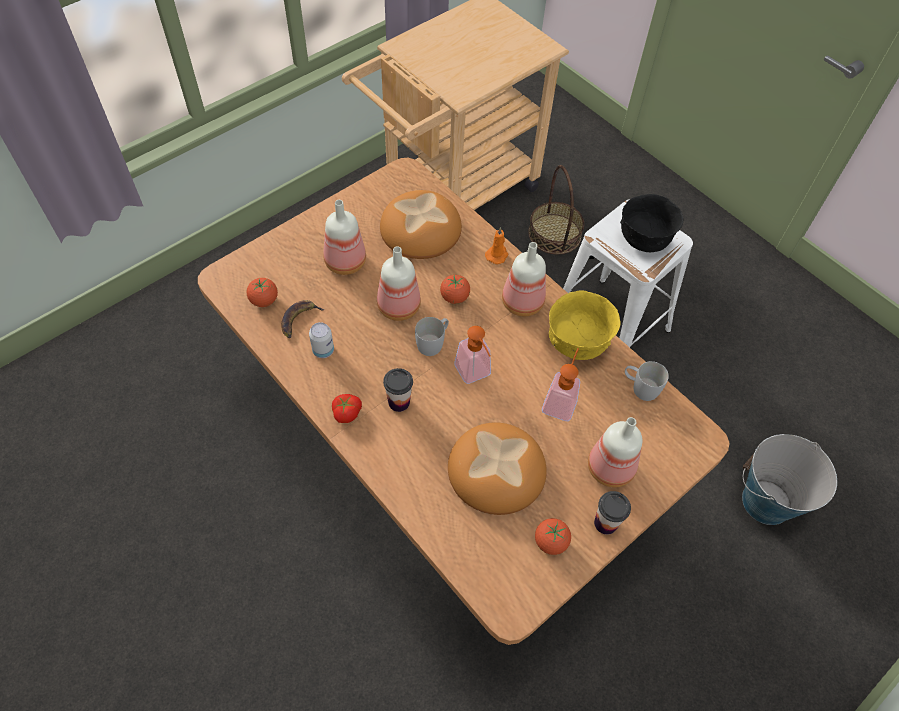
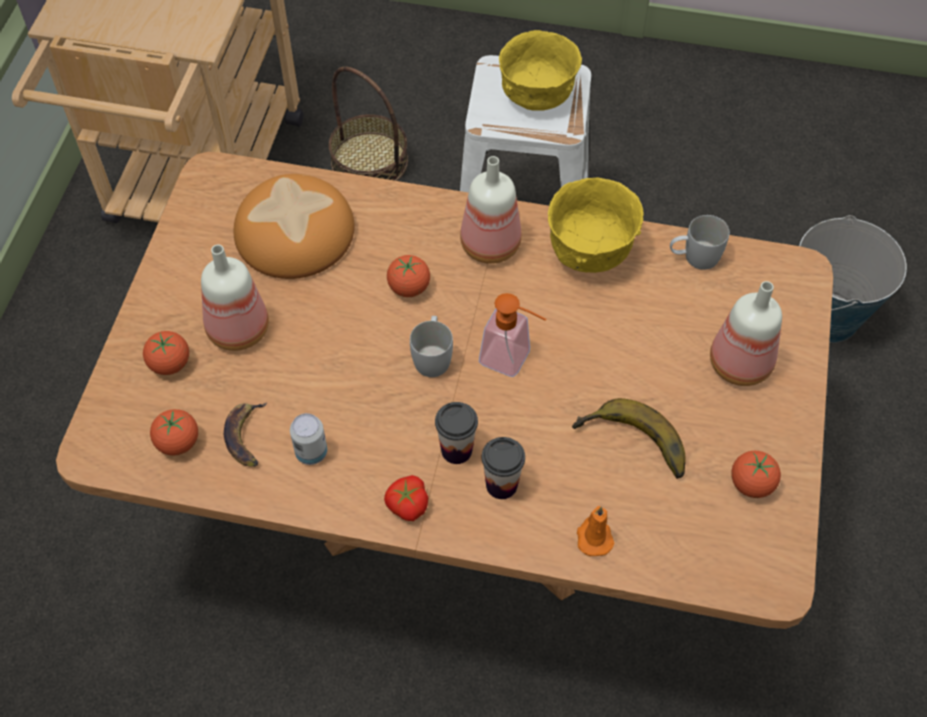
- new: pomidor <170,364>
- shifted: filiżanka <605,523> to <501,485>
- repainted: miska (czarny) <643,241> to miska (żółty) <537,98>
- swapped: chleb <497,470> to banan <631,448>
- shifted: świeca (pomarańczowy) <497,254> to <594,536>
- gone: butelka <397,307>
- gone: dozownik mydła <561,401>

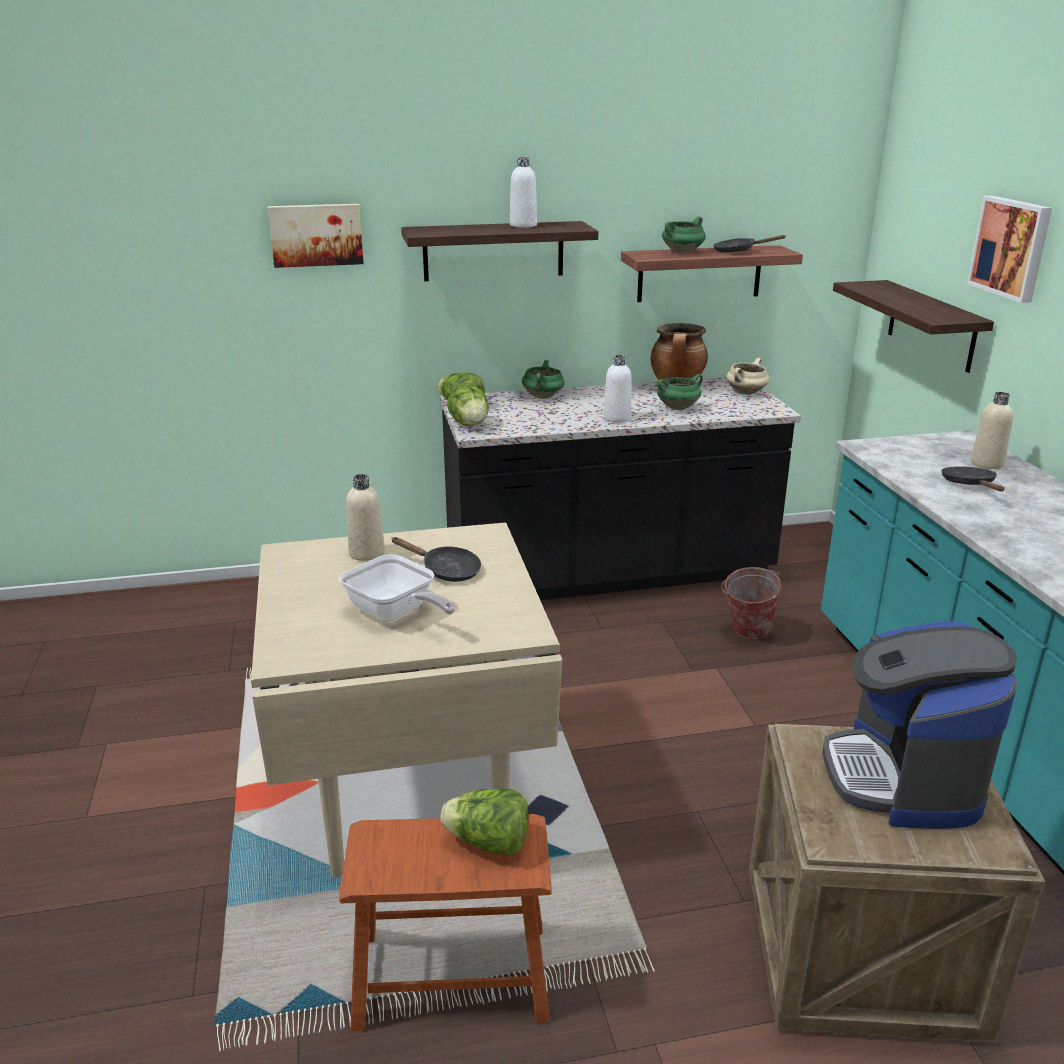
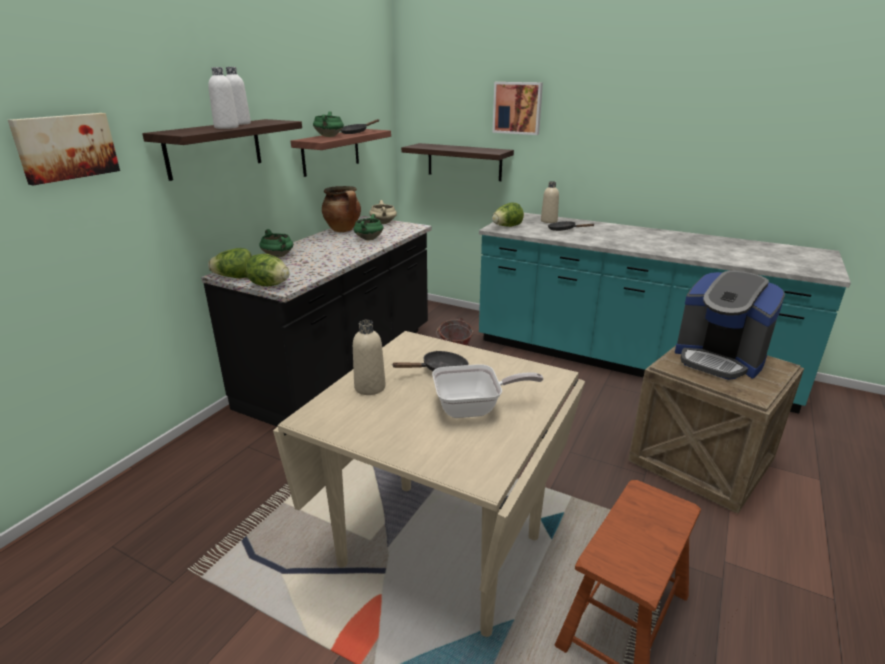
- shifted: butelka (biały) <617,418> to <226,127>
- shifted: sałata <488,843> to <507,227>

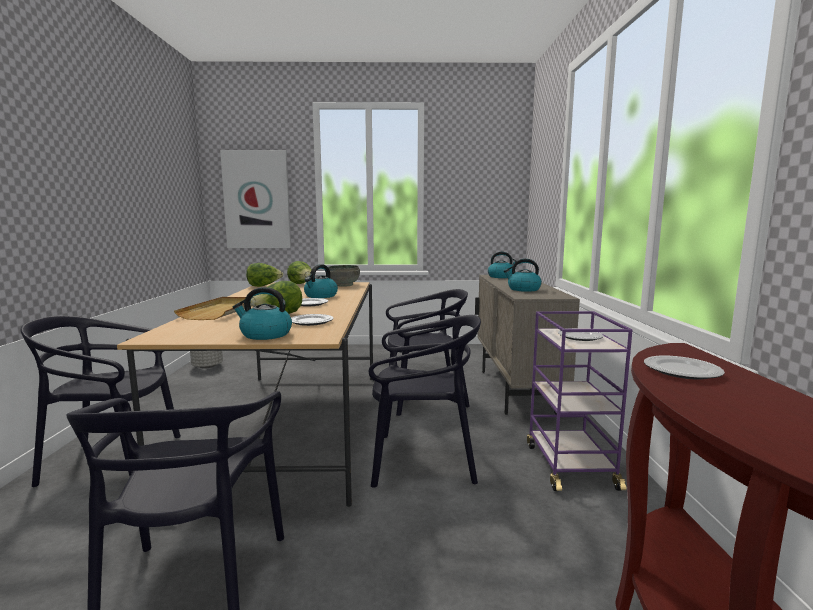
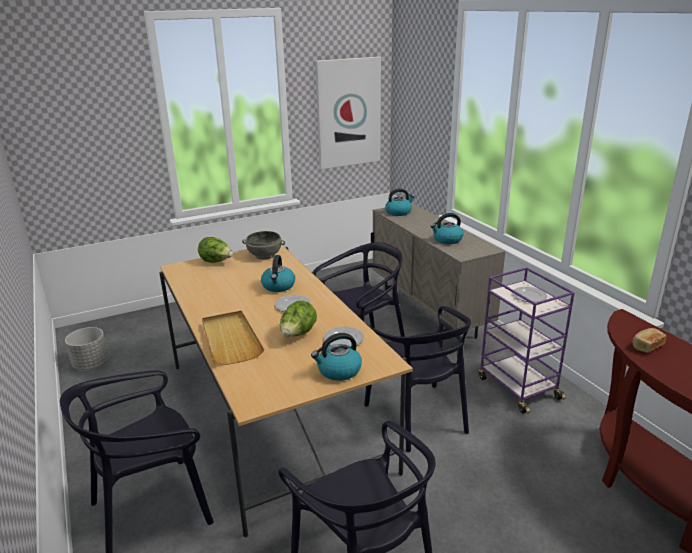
- shifted: obraz <257,200> to <348,113>
- rotated: krzesło (czarny) <422,460> = <417,416> 90 degrees clockwise
- swapped: talerz <682,371> to chleb <646,346>
- gone: sałata <264,286>

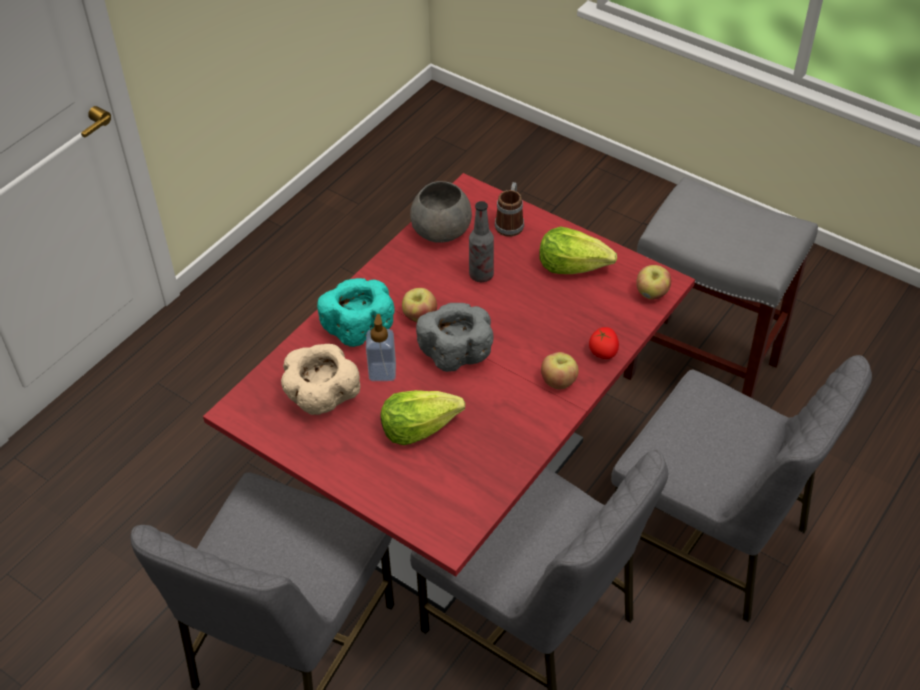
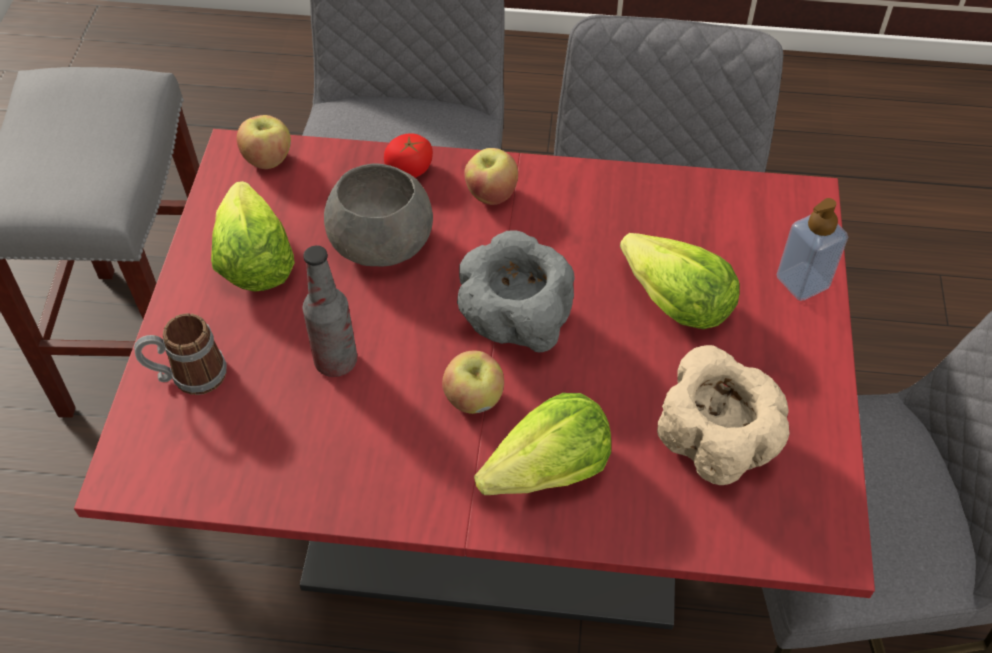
- shifted: miska (szary) <440,230> to <383,242>
- swapped: miska (turkusowy) <358,327> to sałata <548,470>
- shifted: dozownik mydła <382,372> to <802,282>

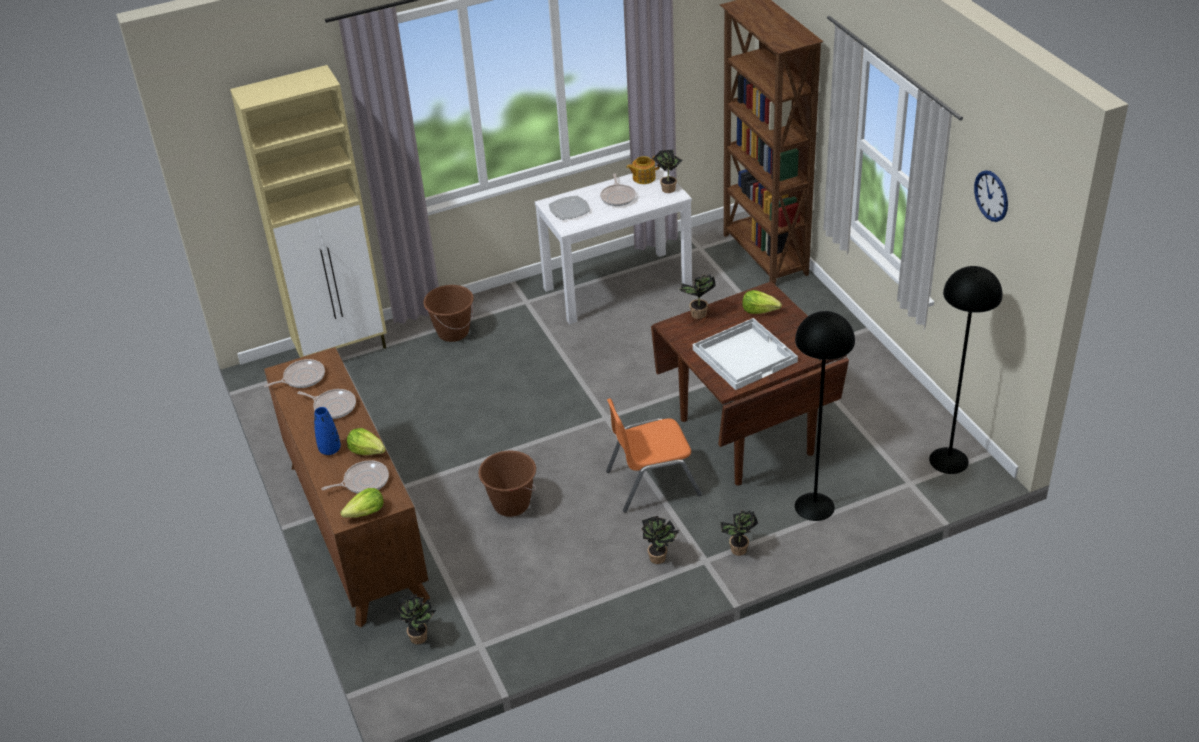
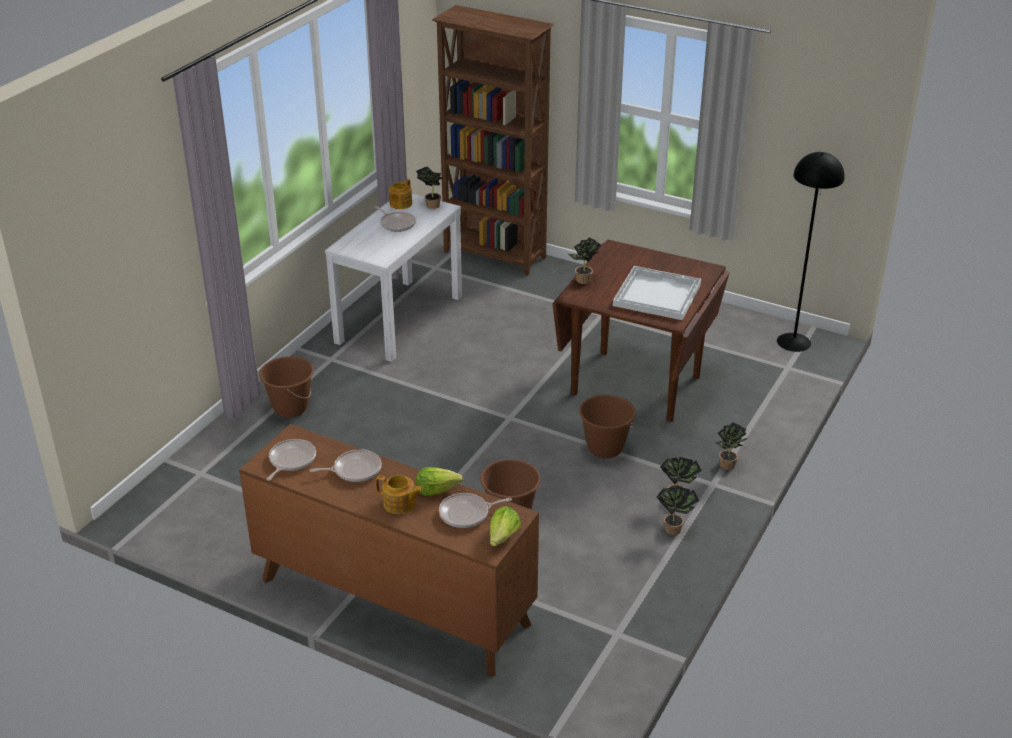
- swapped: wazon (niebieski) <330,450> to imbryk <400,504>
- rotated: patelnia <364,481> = <467,514> 135 degrees counterclockwise
- swapped: krzesło (pomarańczowy) <652,482> to wiadro (brązowy) <605,448>
- shifted: roślina doniczkowa <421,638> to <674,528>
- gone: szafka (beżowy) <343,350>
- gone: talerz <569,209>
- gone: sałata <760,310>
- gone: lampa stojąca (czarny) <814,507>
- gone: zegar ścienny <991,196>

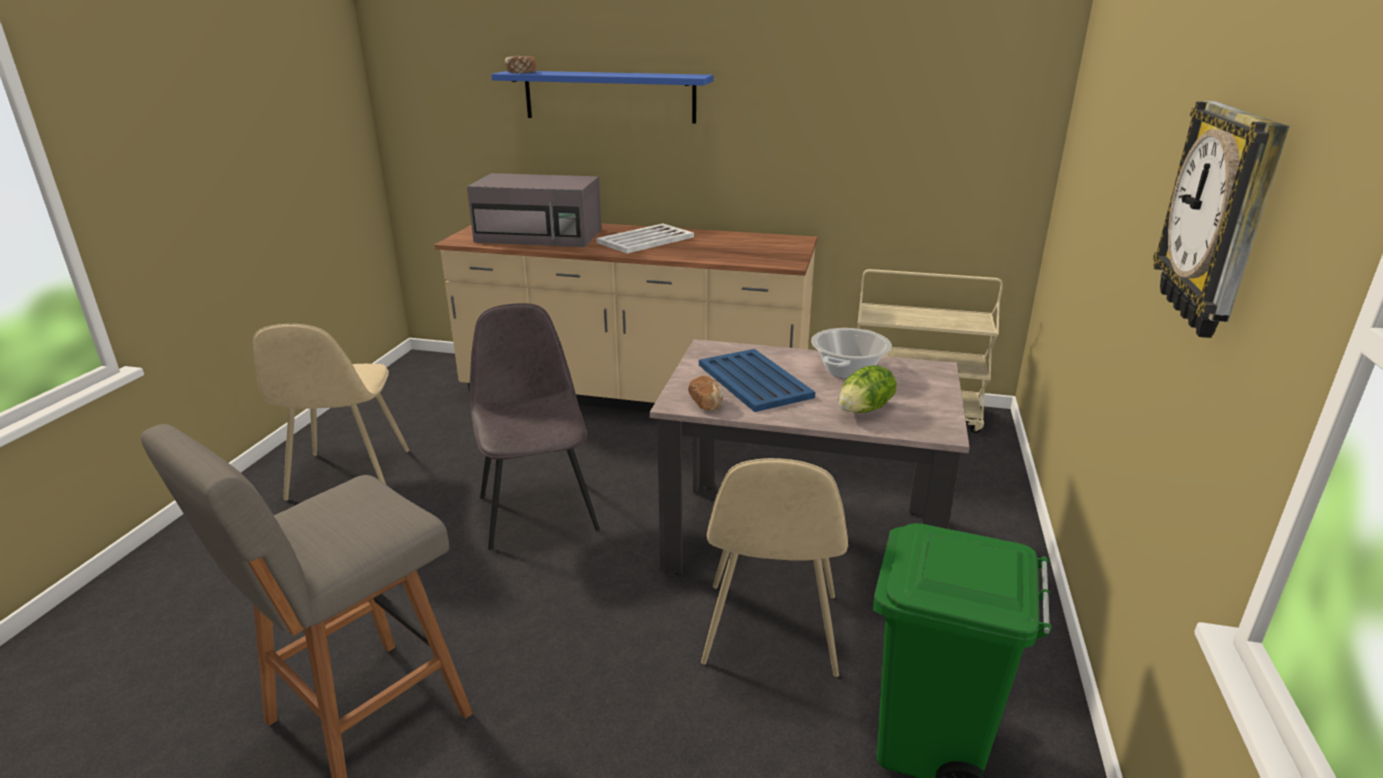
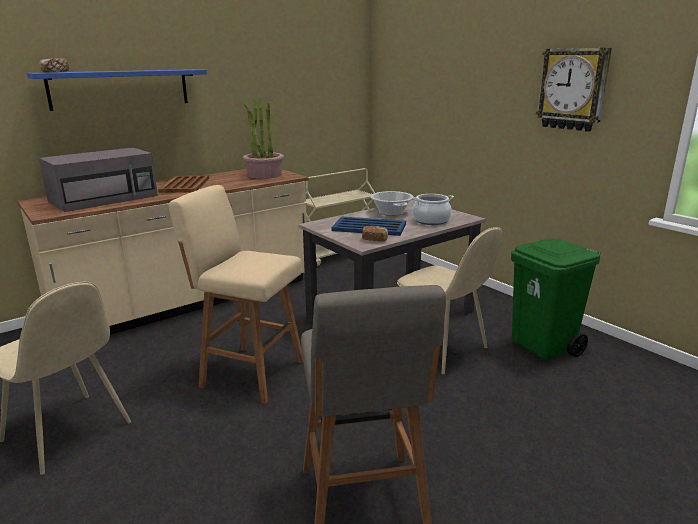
- repainted: taca (biały) <644,240> to taca (brązowy) <184,185>
- swapped: krzesło (szary) <537,511> to stołek (beżowy) <249,373>
- new: roślina doniczkowa <264,175>
- swapped: sałata <865,409> to garnek <431,220>

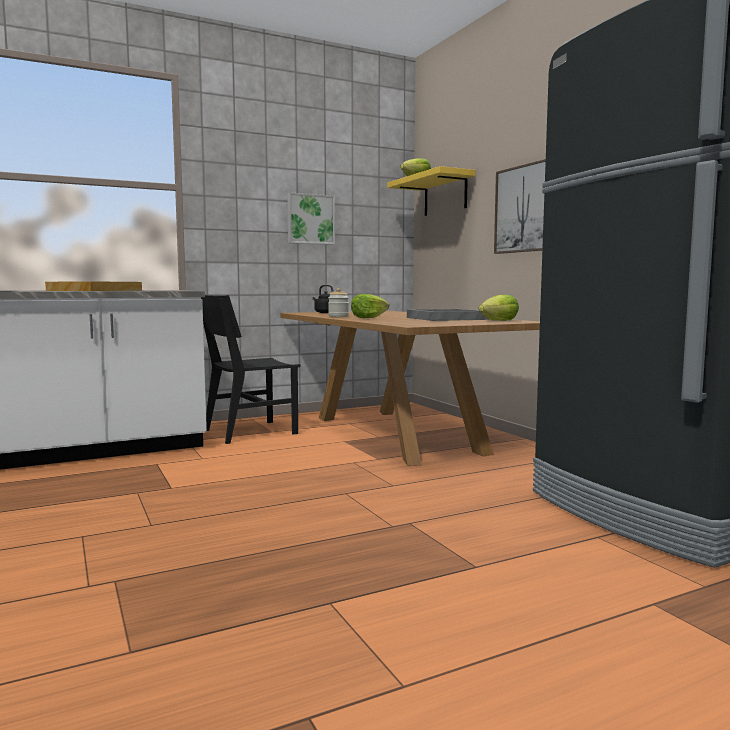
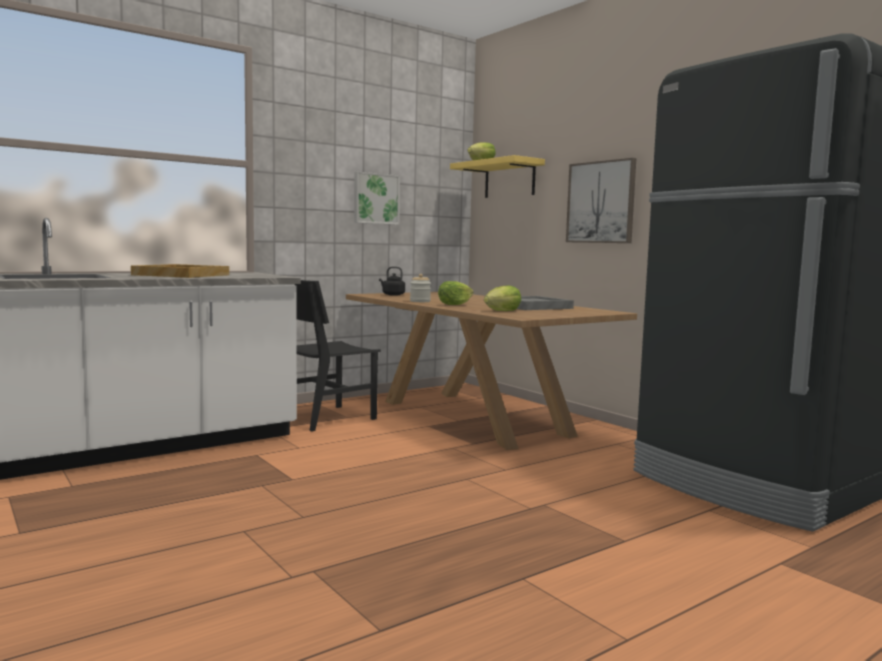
- shifted: sałata <499,321> to <502,311>

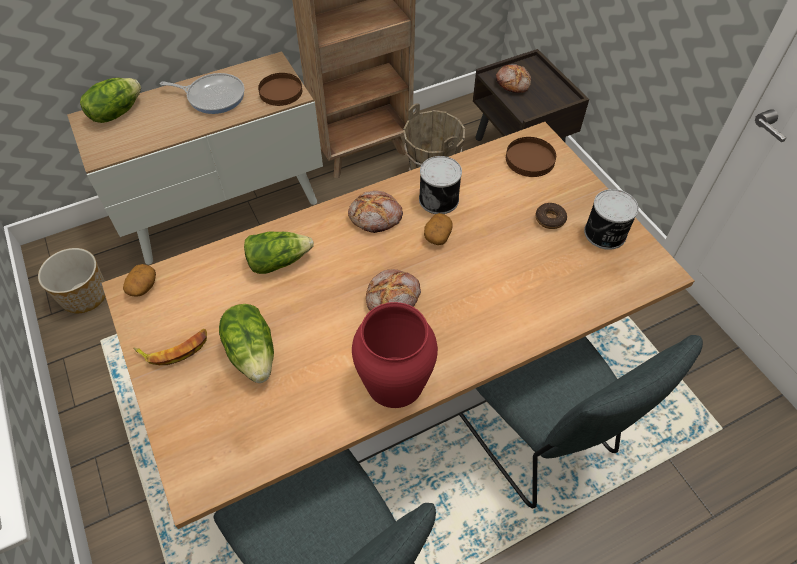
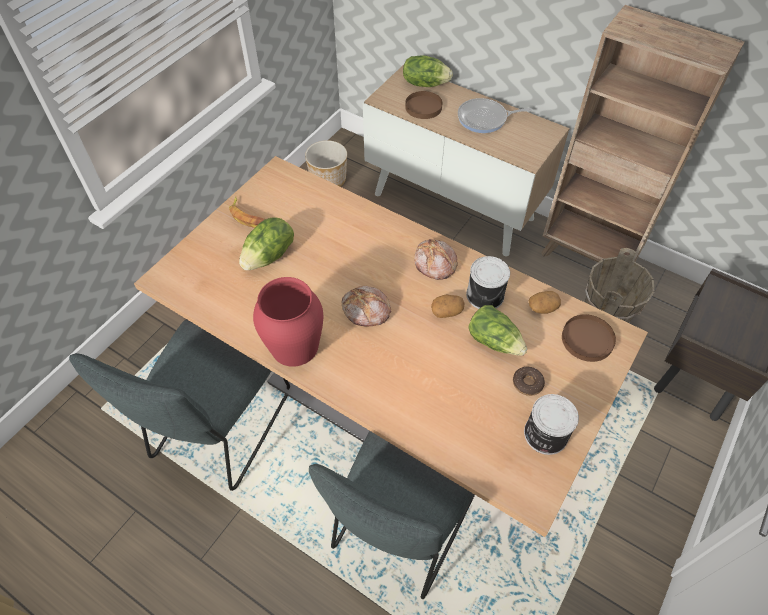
- shifted: talerz (brązowy) <280,92> to <423,107>
- rotated: patelnia <213,96> = <485,119> 105 degrees clockwise
- shifted: sałata <278,261> to <494,340>
- shifted: ziemniak <143,287> to <542,307>
- gone: chleb <513,83>

